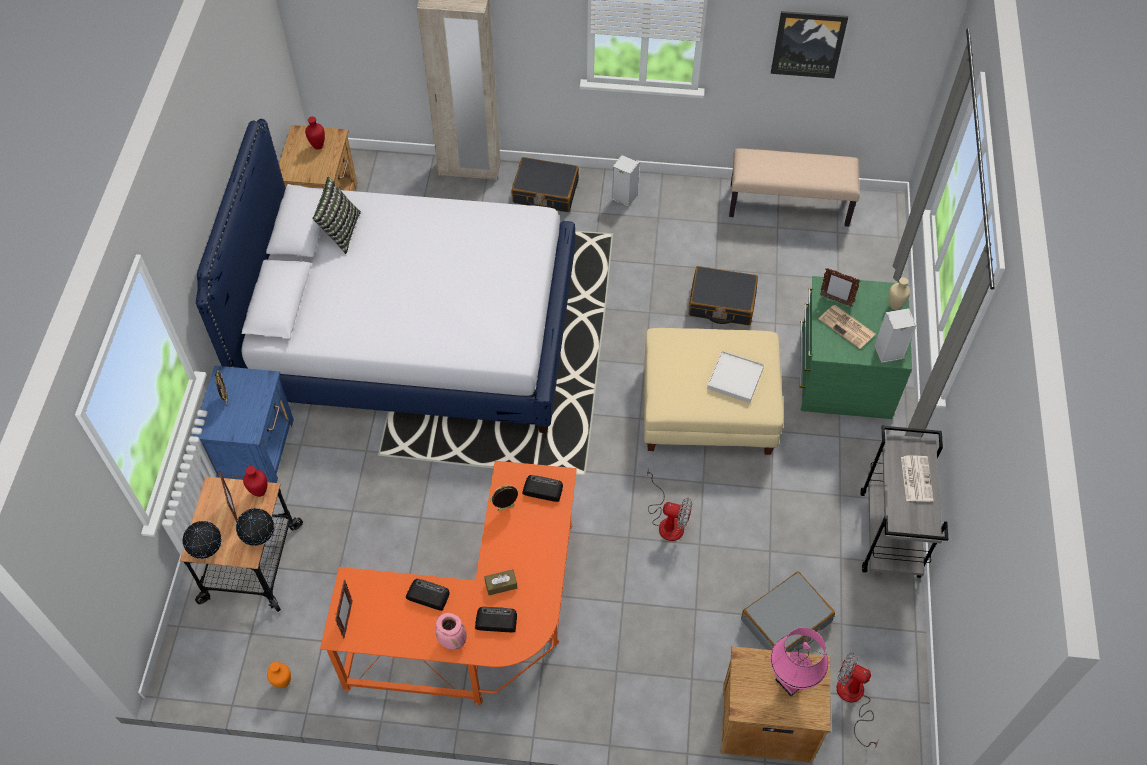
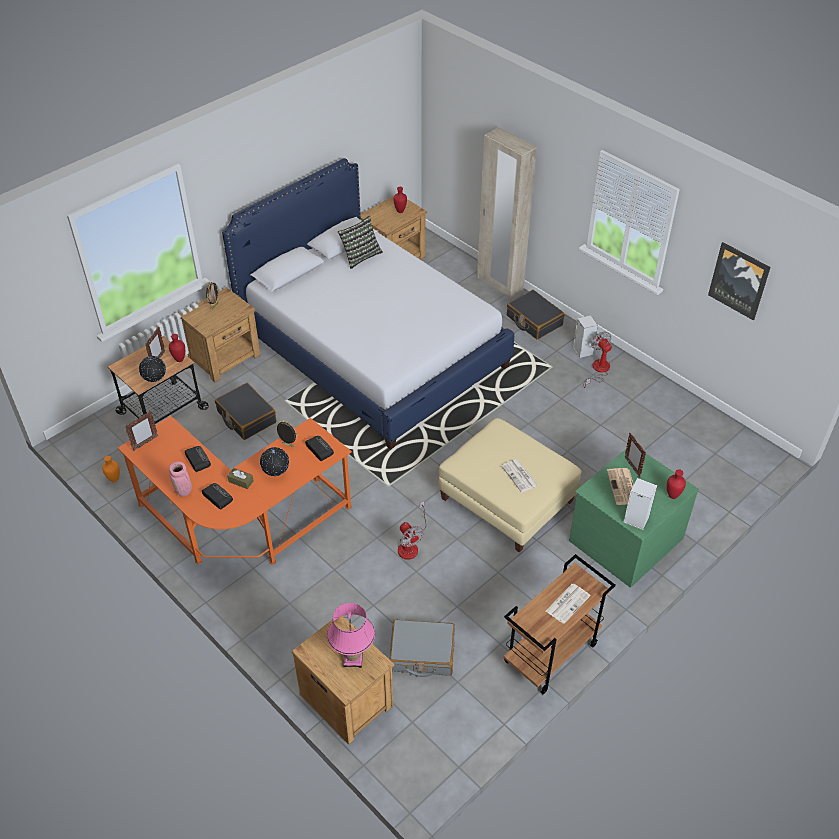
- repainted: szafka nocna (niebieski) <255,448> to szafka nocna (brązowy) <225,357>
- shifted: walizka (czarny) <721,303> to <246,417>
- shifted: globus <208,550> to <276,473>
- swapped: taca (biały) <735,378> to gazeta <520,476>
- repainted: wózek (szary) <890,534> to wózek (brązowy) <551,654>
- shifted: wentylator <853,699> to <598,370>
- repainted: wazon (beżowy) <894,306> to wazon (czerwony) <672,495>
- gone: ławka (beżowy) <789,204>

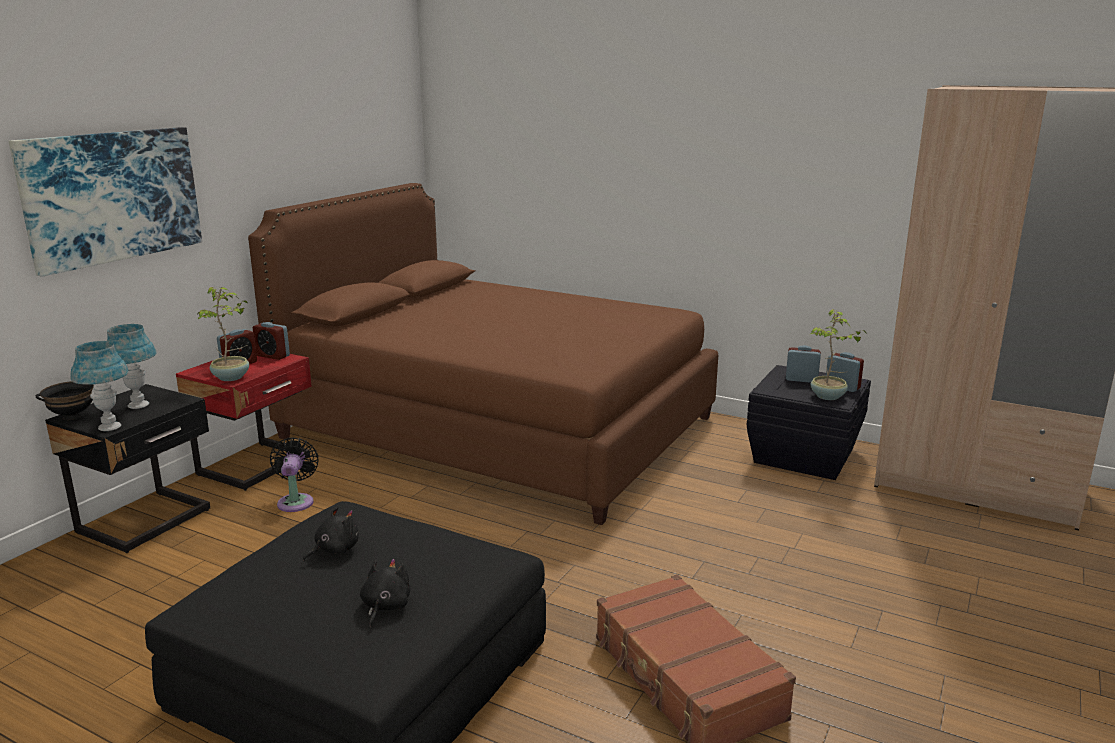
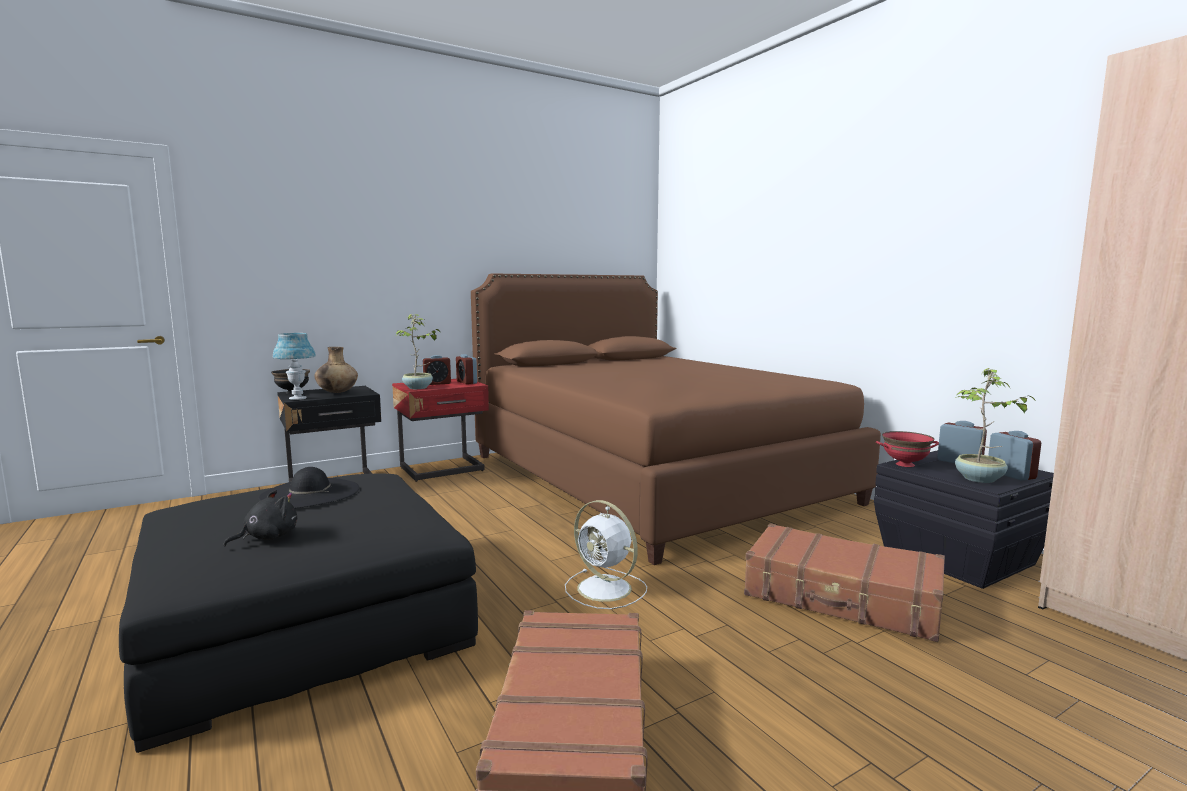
- swapped: pluszak (czarny) <334,550> to kapelusz (czarny) <310,493>
- swapped: lampa stołowa (niebieski) <138,405> to wazon (brązowy) <337,392>
- new: wentylator (biały) <606,589>
- new: walizka (brązowy) <842,598>
- new: miska (czerwony) <905,465>
- gone: obraz <112,196>
- gone: wentylator (czarny) <296,501>

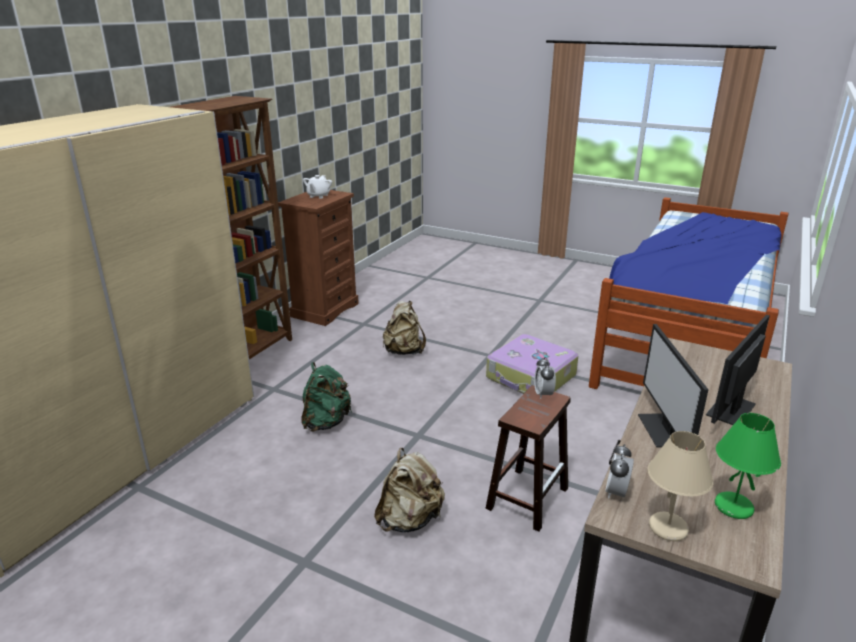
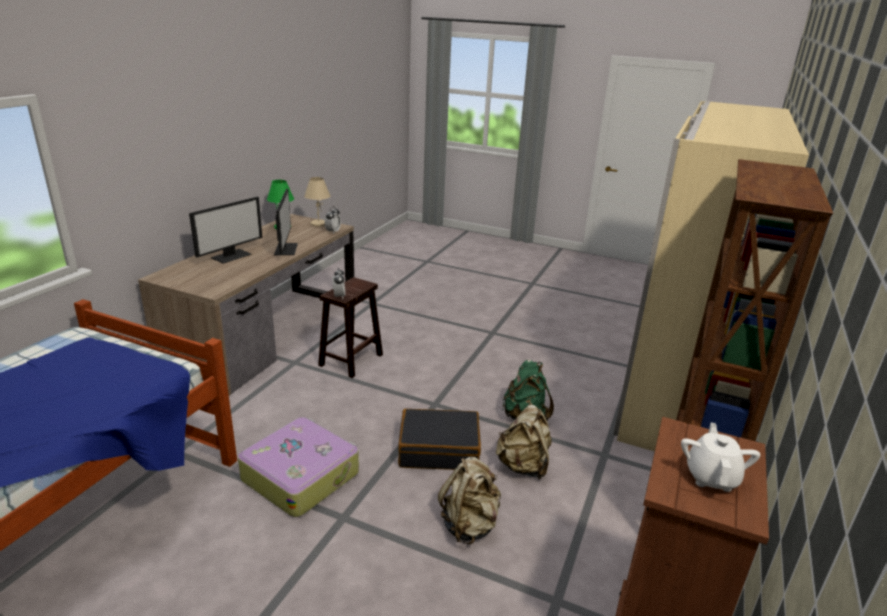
- new: walizka (czarny) <439,449>
- shifted: plecak (beżowy) <410,520> to <523,466>

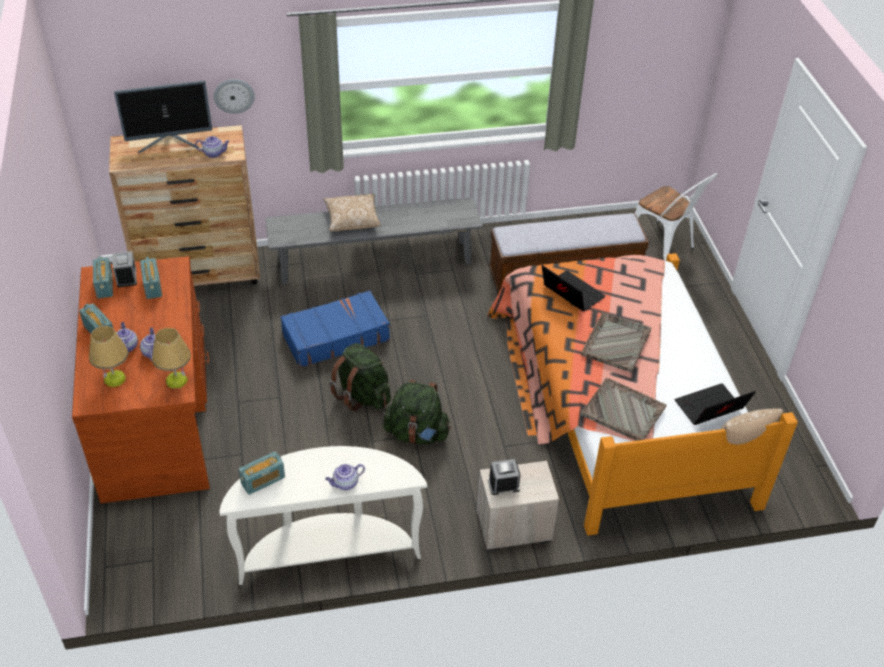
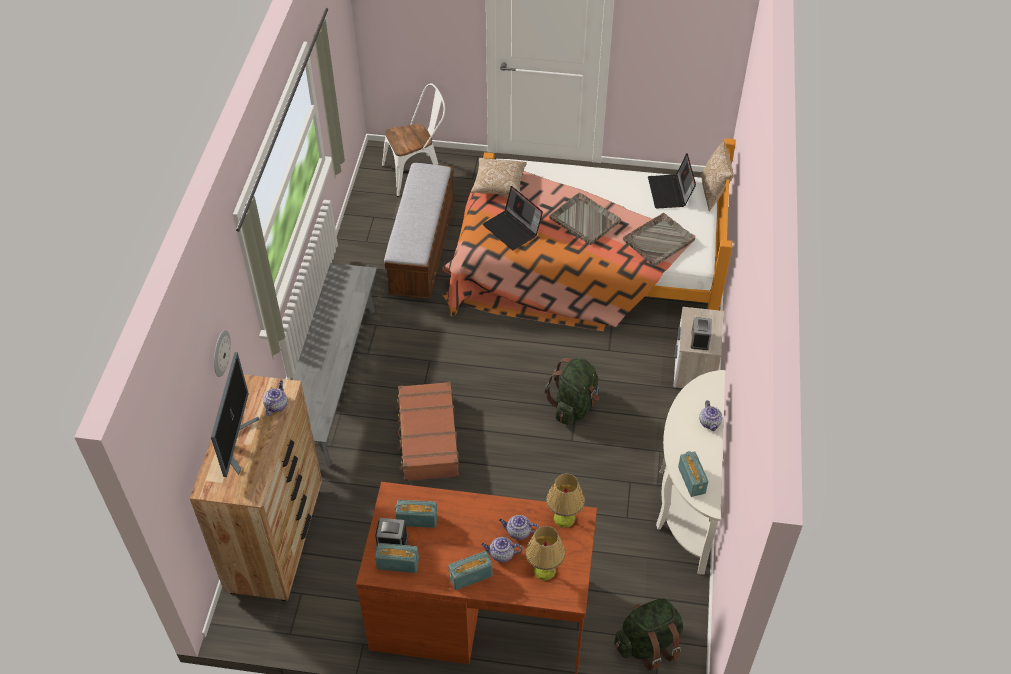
- repainted: walizka (niebieski) <335,337> to walizka (brązowy) <427,438>
- shifted: poduszka <352,220> to <499,184>
- rotated: laptop <570,294> = <513,229> 105 degrees counterclockwise
- shifted: plecak (zielony) <362,395> to <647,644>

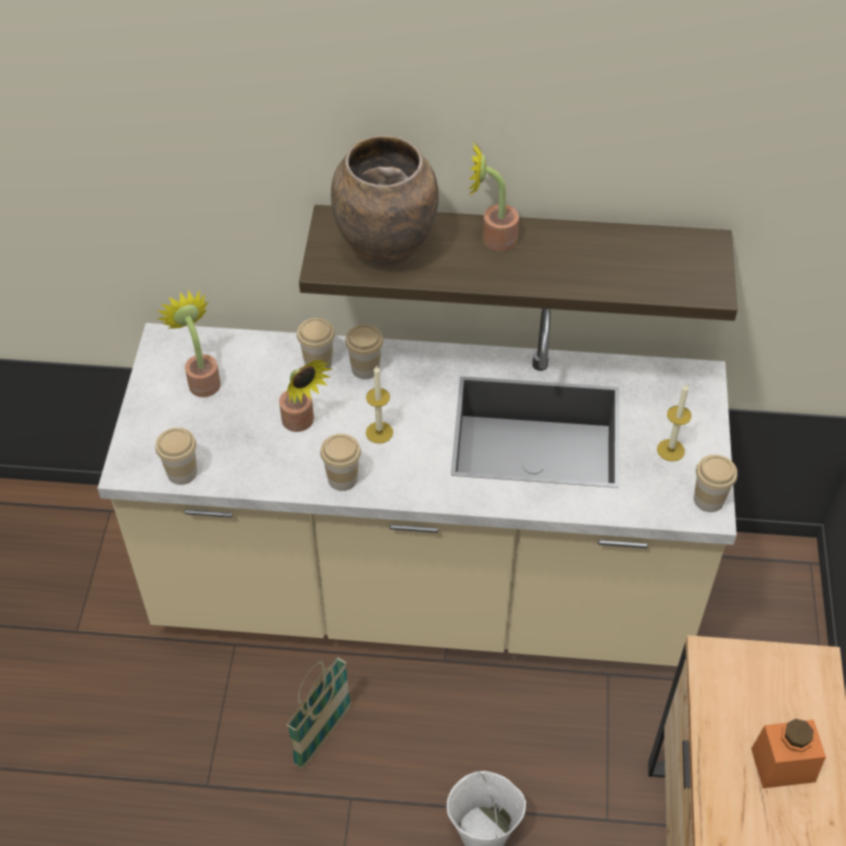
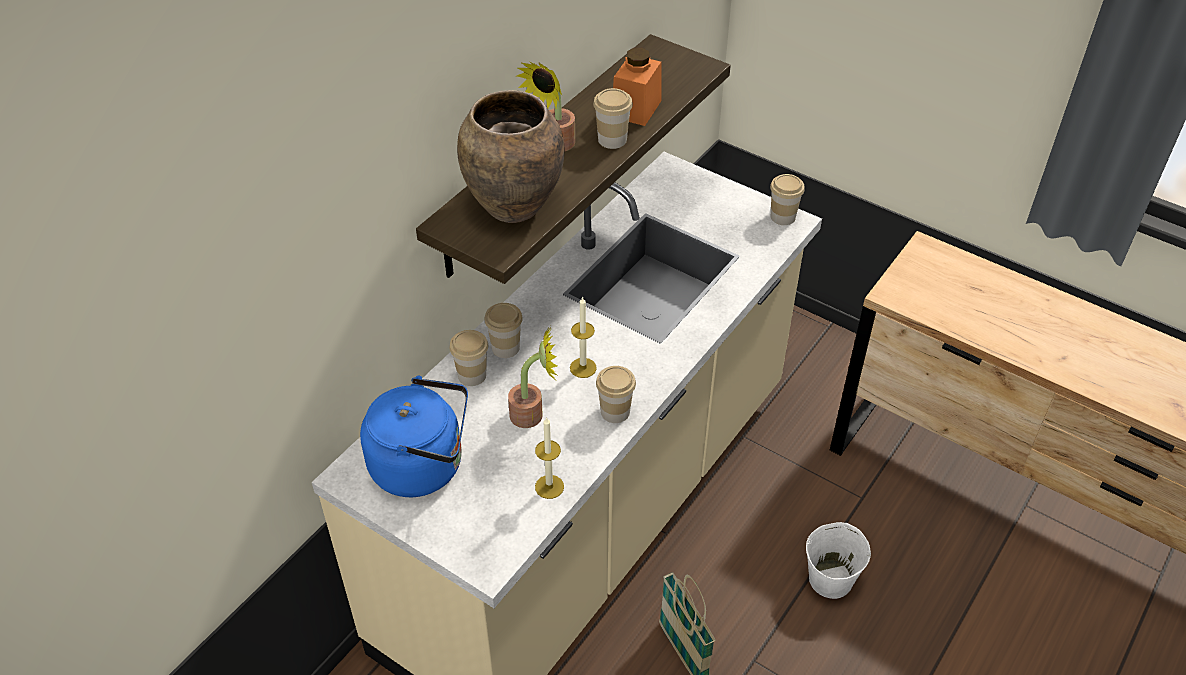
- swapped: roślina doniczkowa <202,380> to czajnik (niebieski) <423,465>
- shifted: świeca <670,450> to <549,486>
- shifted: filiżanka <182,472> to <612,139>
- shifted: słoik (pomarańczowy) <783,765> to <636,109>

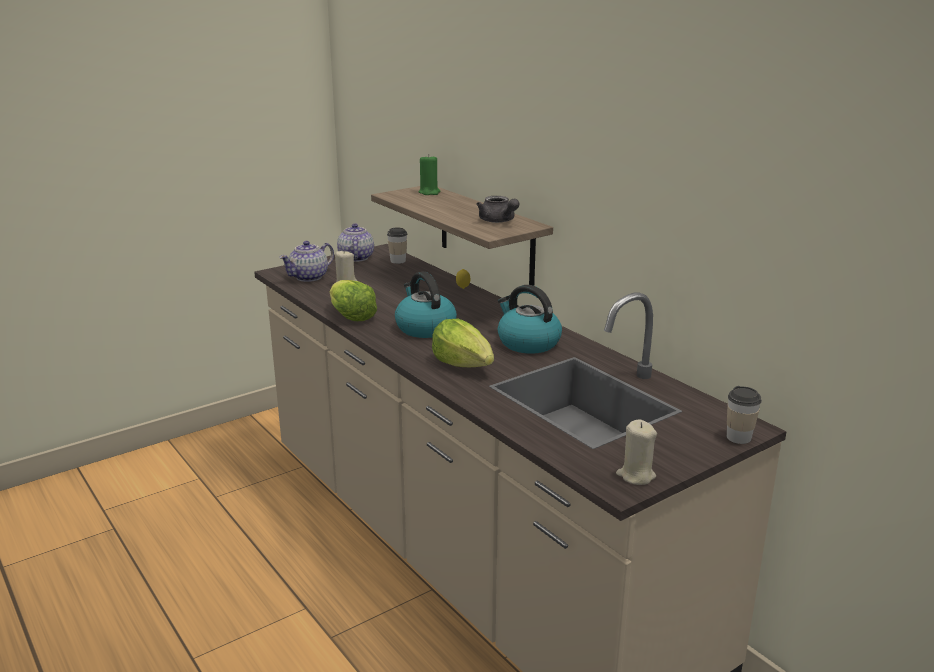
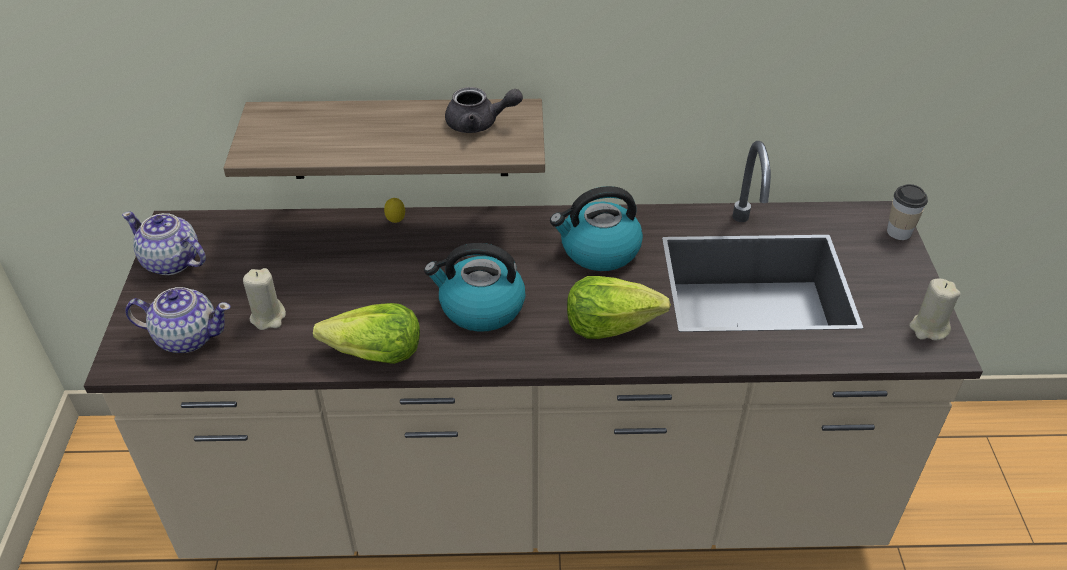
- rotated: imbryk <309,277> = <187,337> 75 degrees counterclockwise
- gone: filiżanka <398,261>
- gone: świeca (zielony) <429,192>

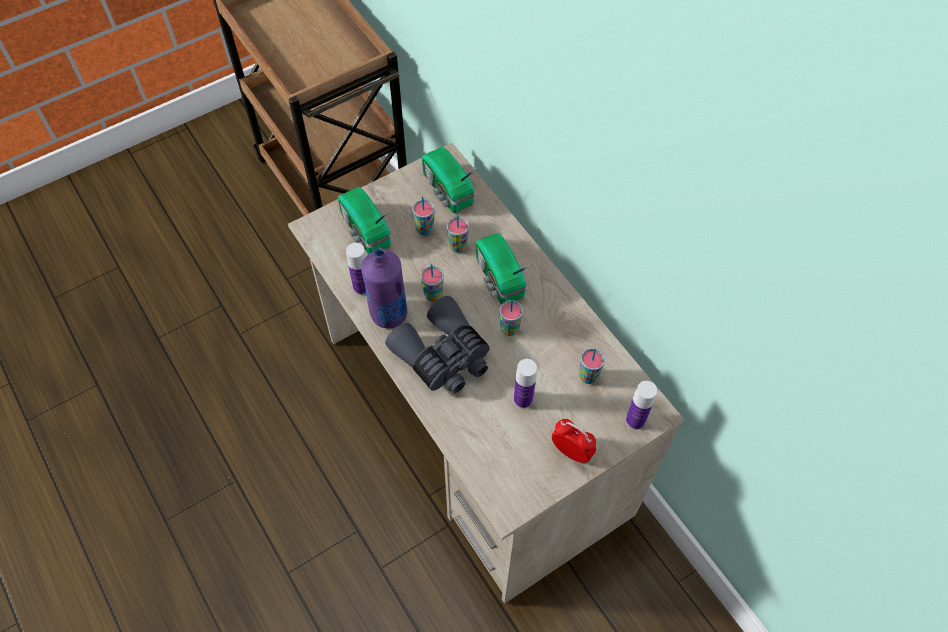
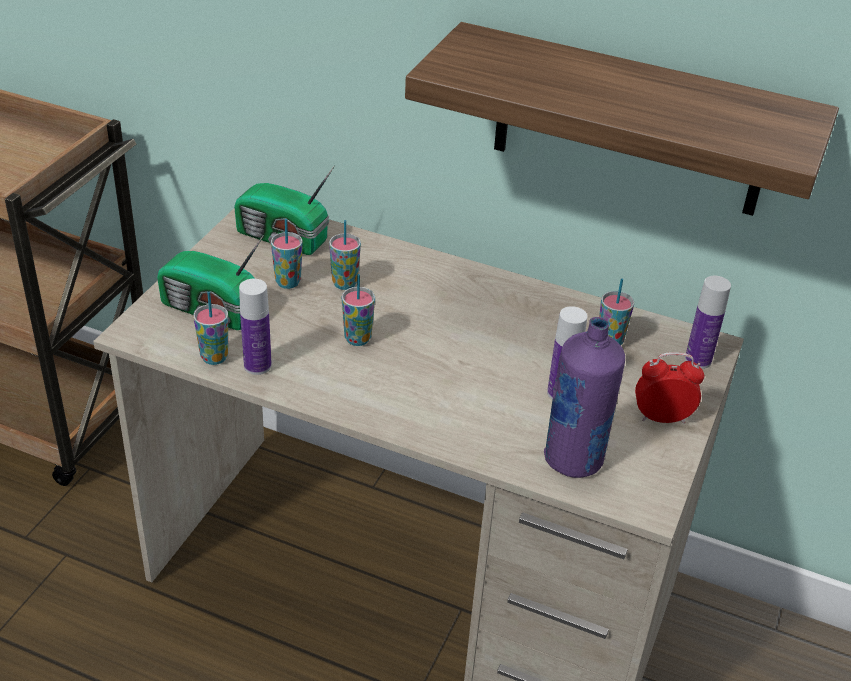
- shifted: filiżanka <509,329> to <214,357>
- new: półka <630,122>
- shifted: butelka (fioletowy) <388,314> to <573,460>
- gone: lornetka (szary) <443,356>
- gone: radio <499,279>

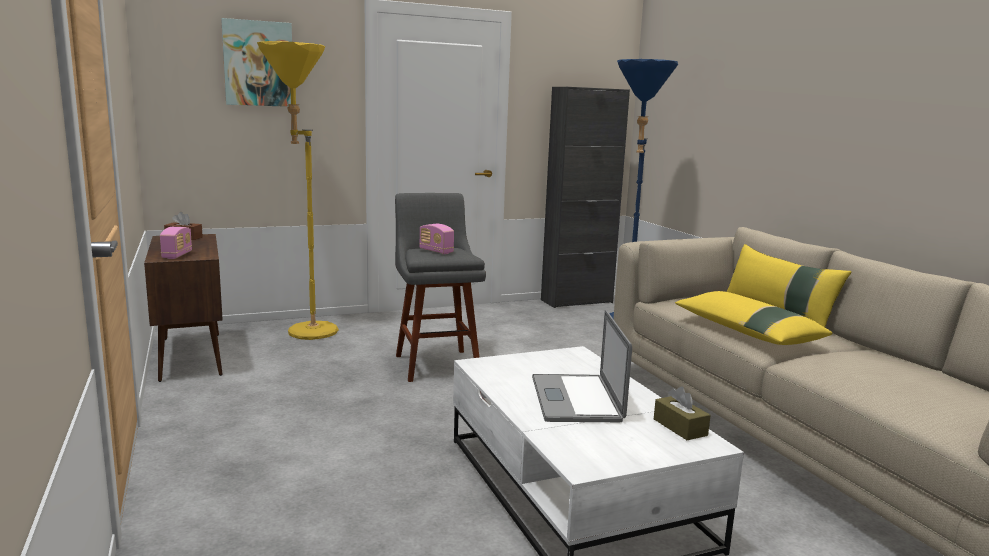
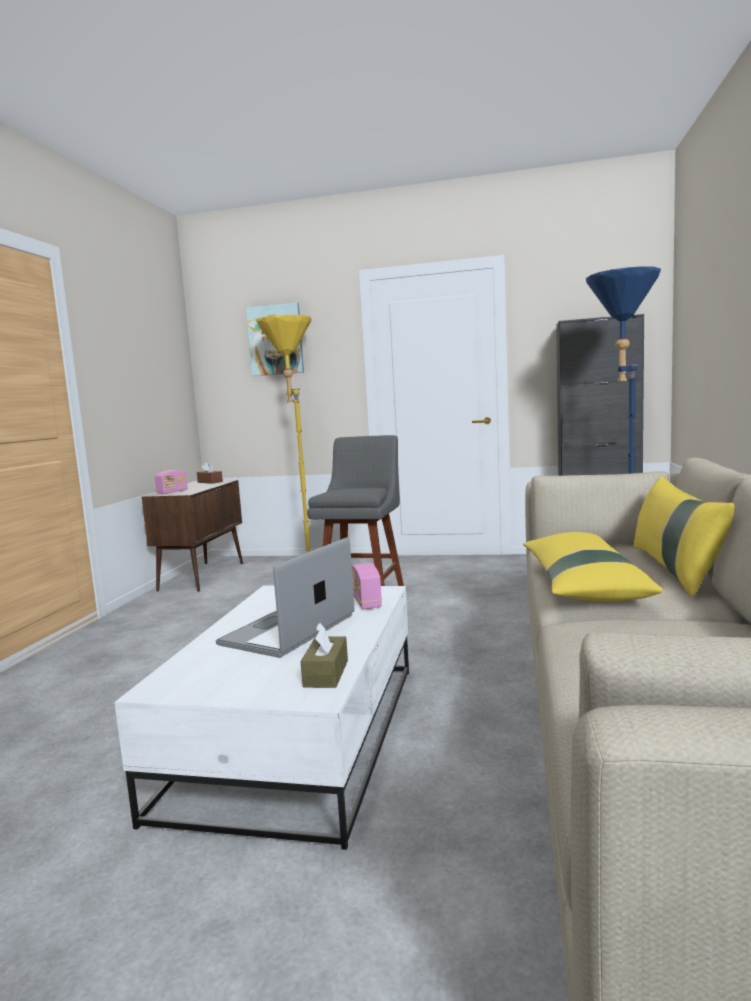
- shifted: radio <436,251> to <366,602>

